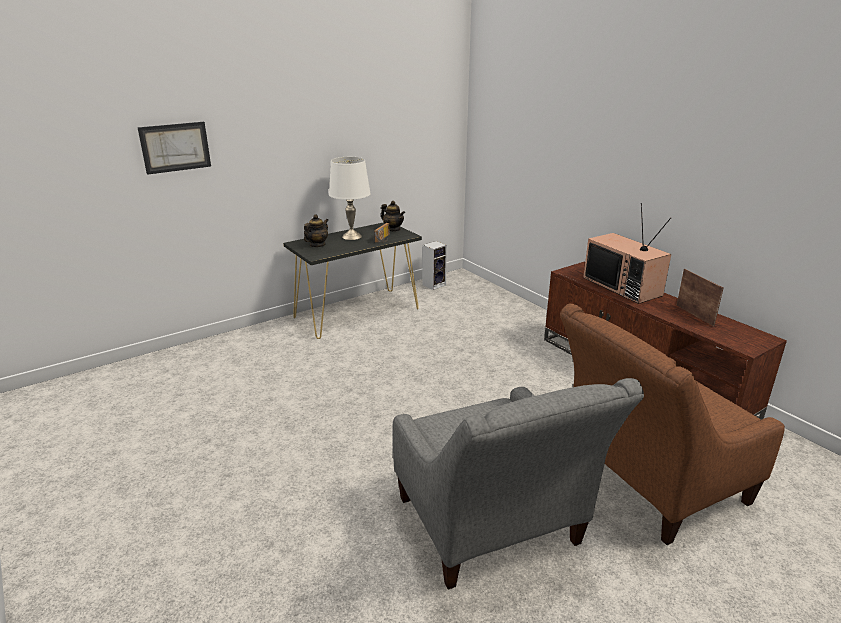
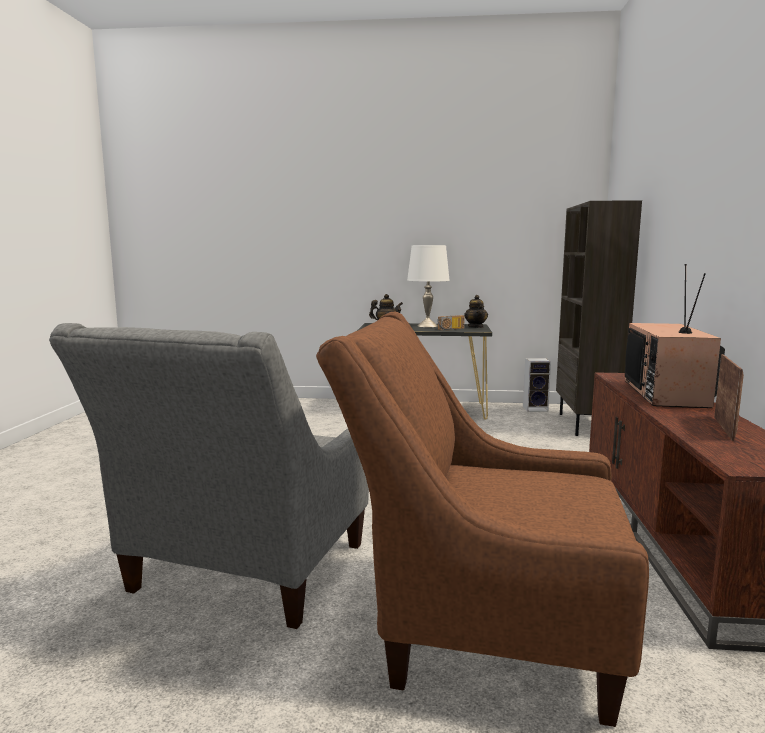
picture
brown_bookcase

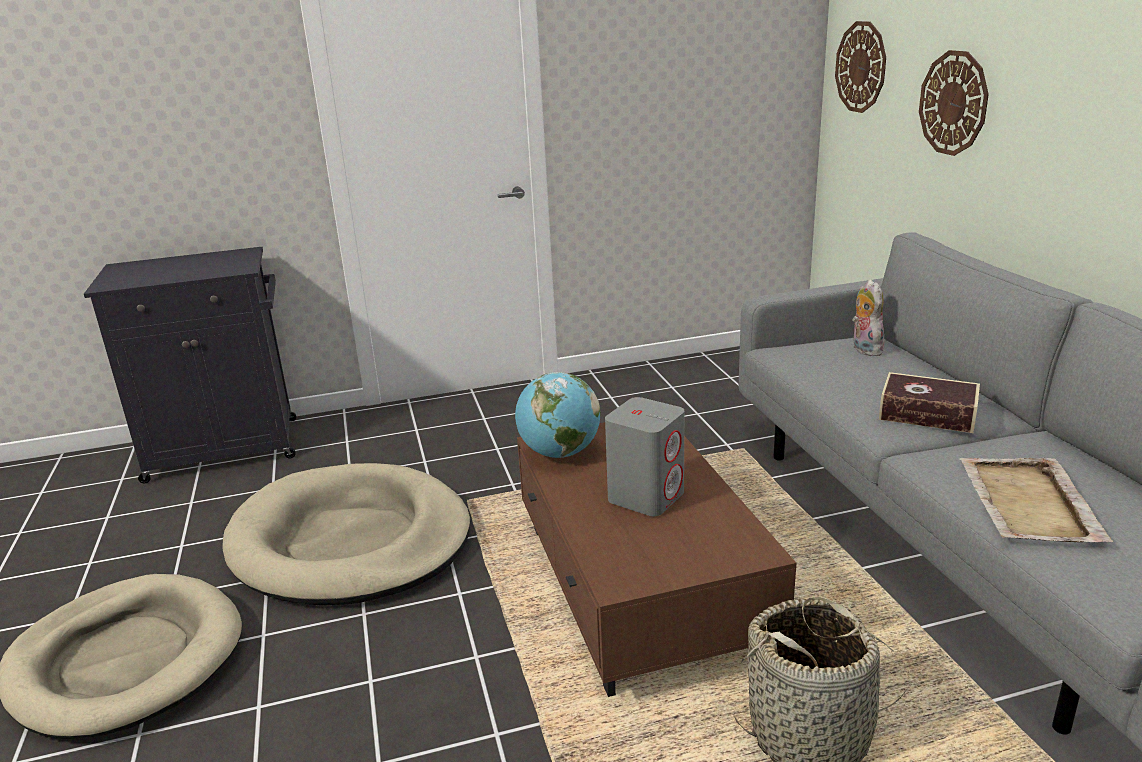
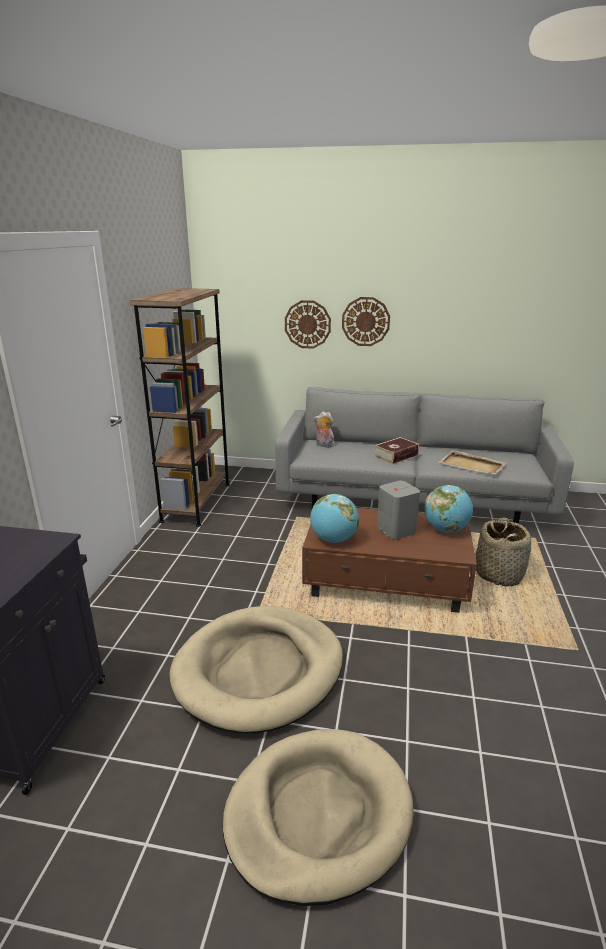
brown_bookcase
globe (2nd from left)
wall_clock (2nd from left)

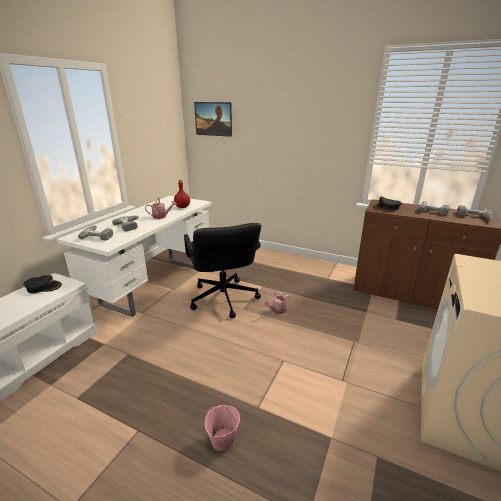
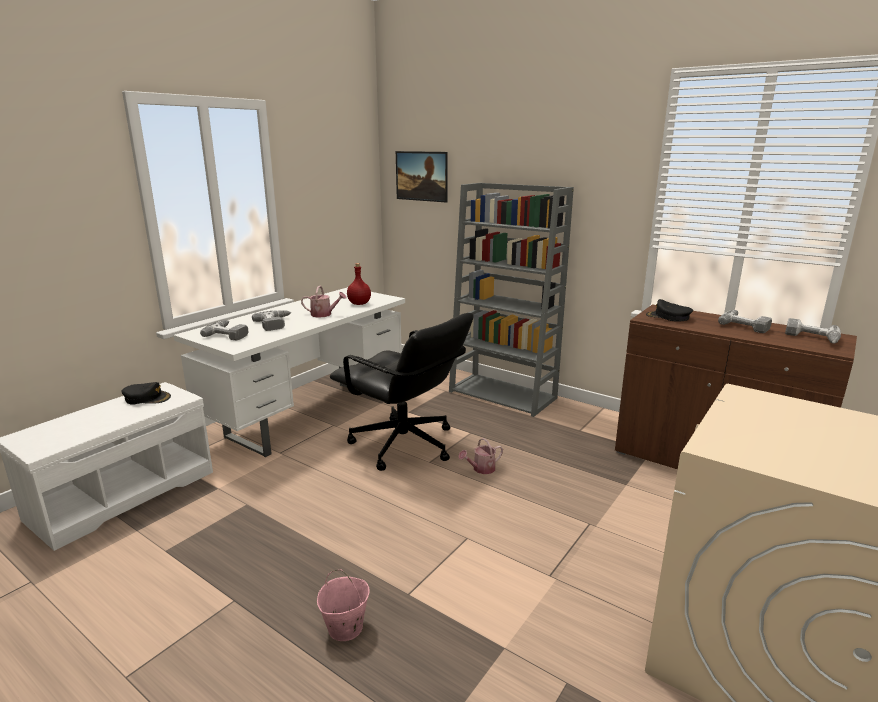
grey_bookcase
black_office_chair

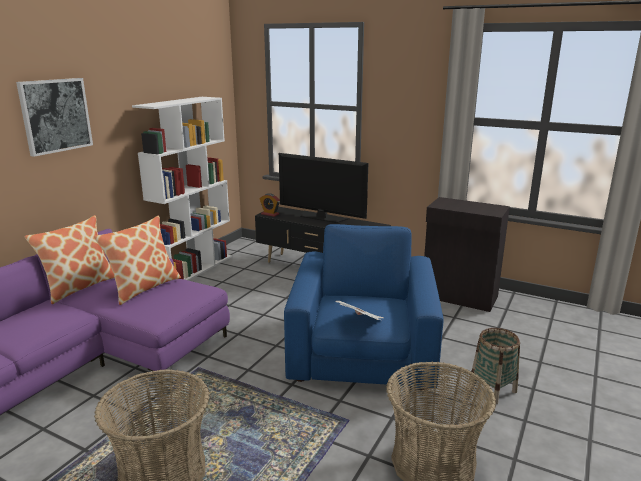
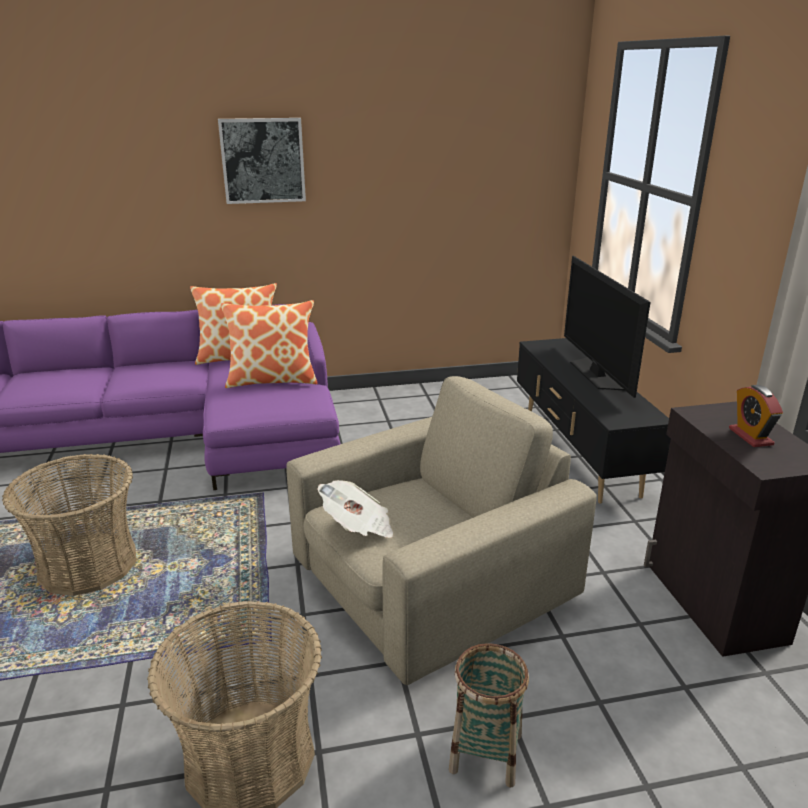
white_bookcase
alarm_clock
beige_armchair

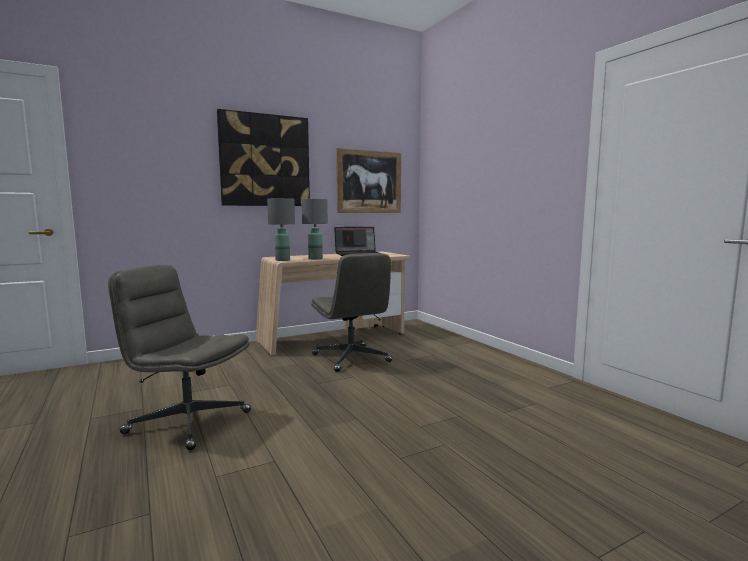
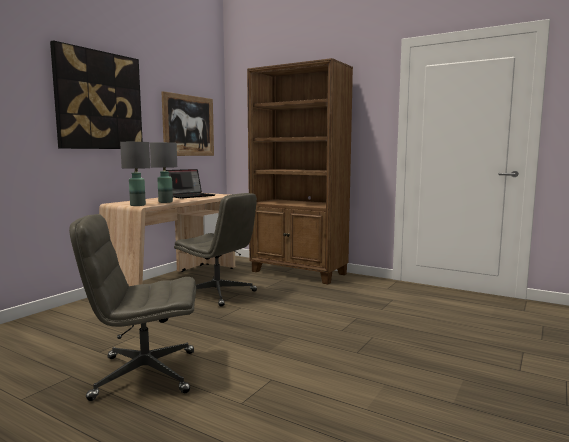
brown_bookcase

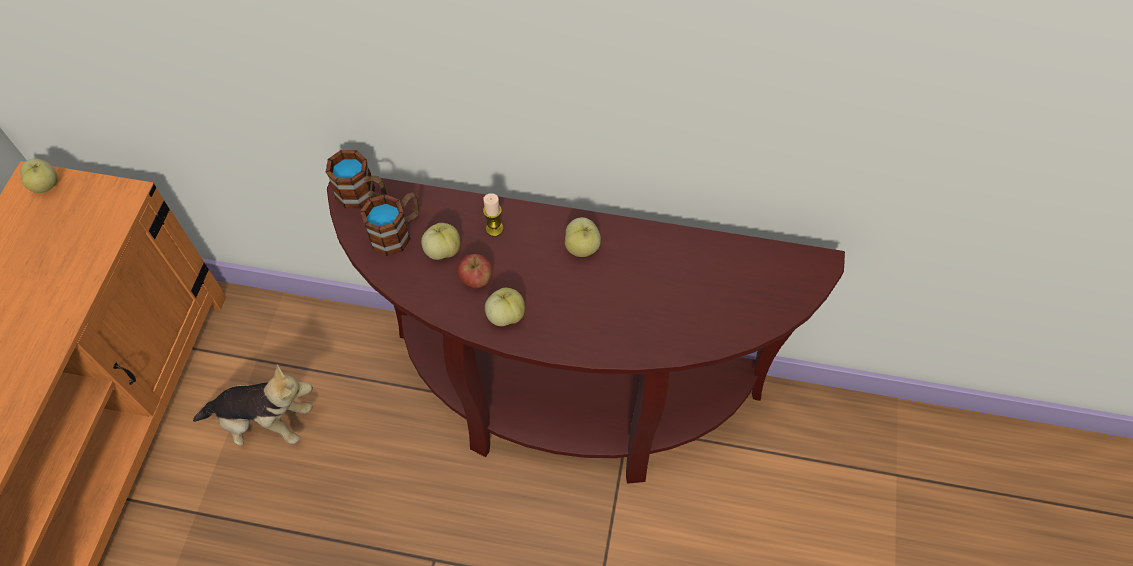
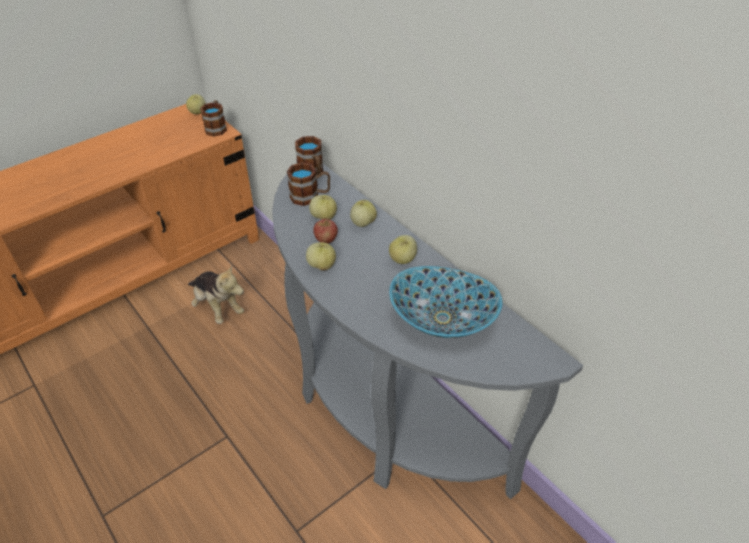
mug (1st from left)
bowl
apple (5th from left)
grey_console_table

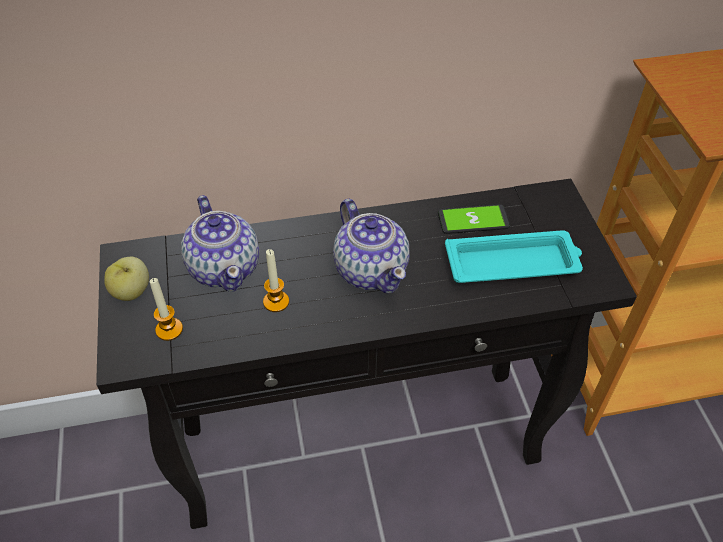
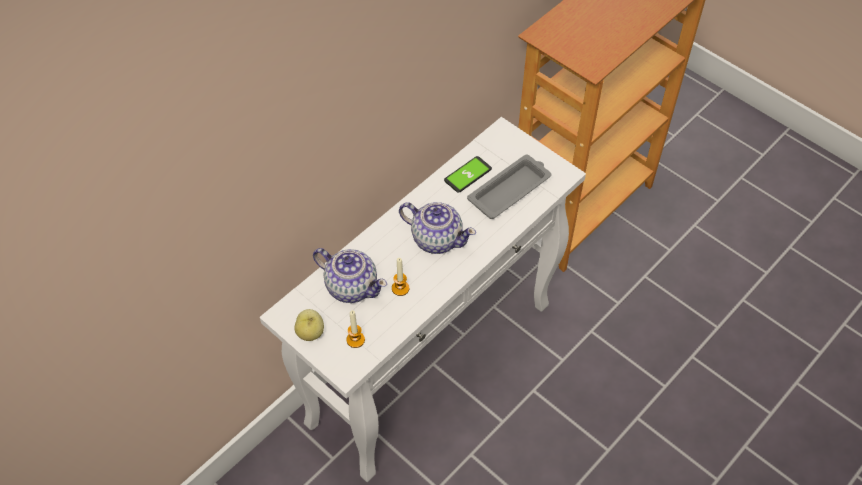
white_console_table
grey_tray

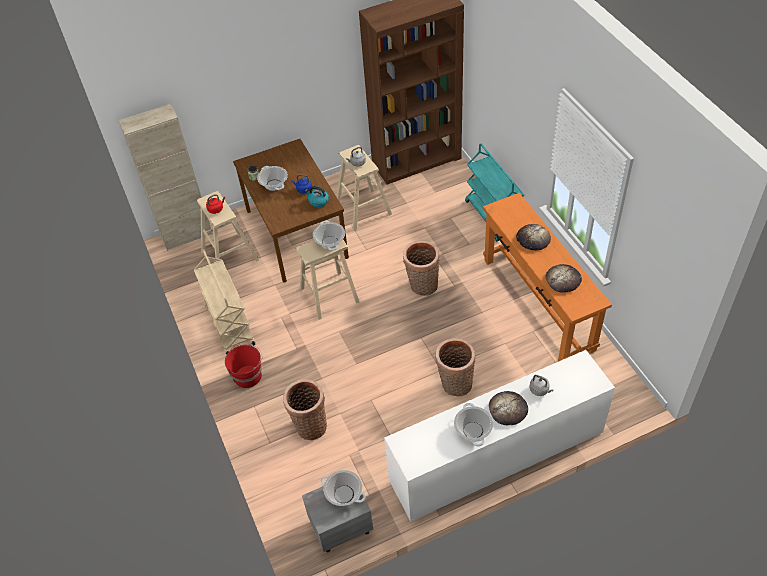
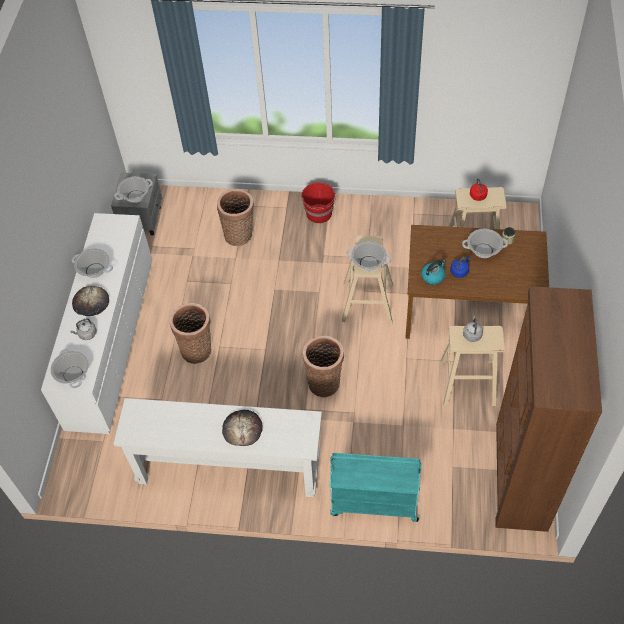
beige_cabinet
beige_cart
bread (3rd from left in the first image)
cooking_pot (1st from left)
white_console_table

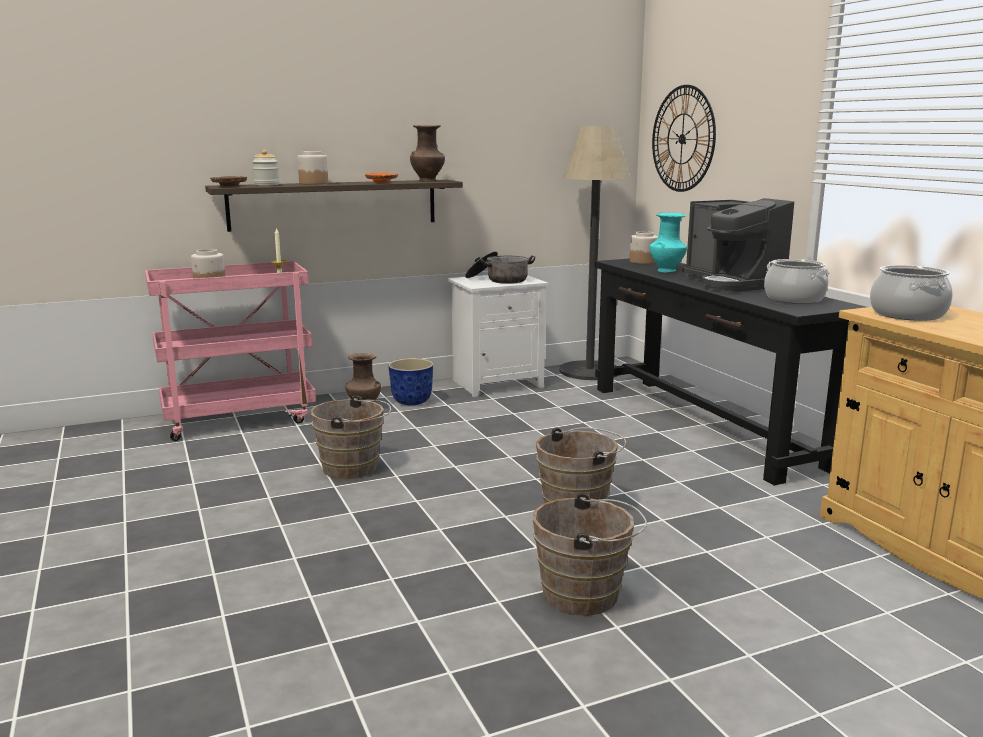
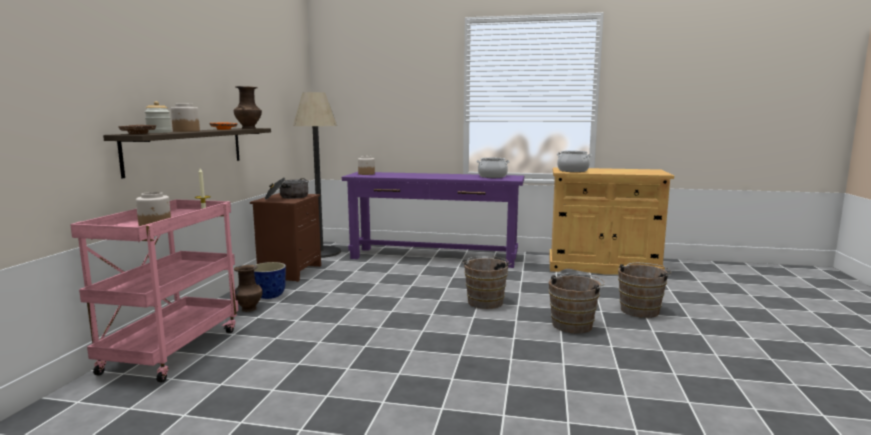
turquoise_vase
wall_clock
coffee_machine
brown_bucket (3rd from left)
brown_nightstand
purple_console_table

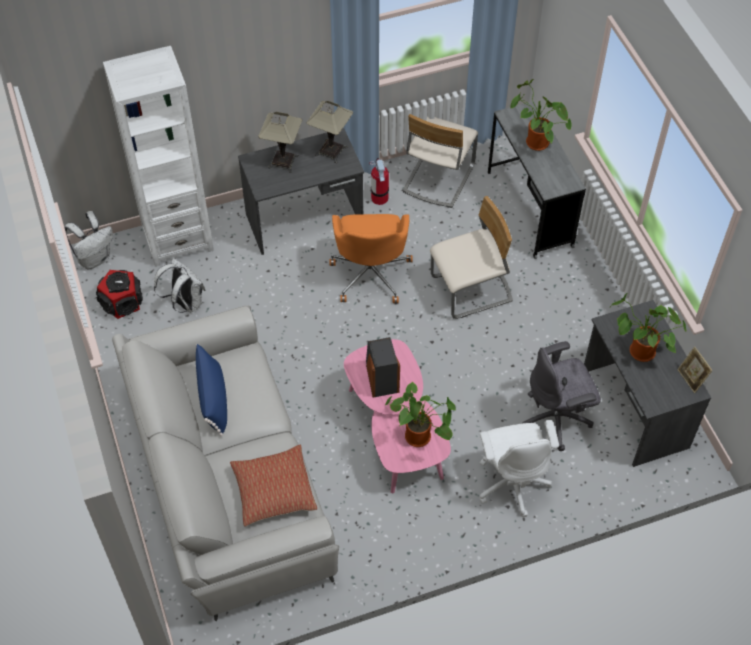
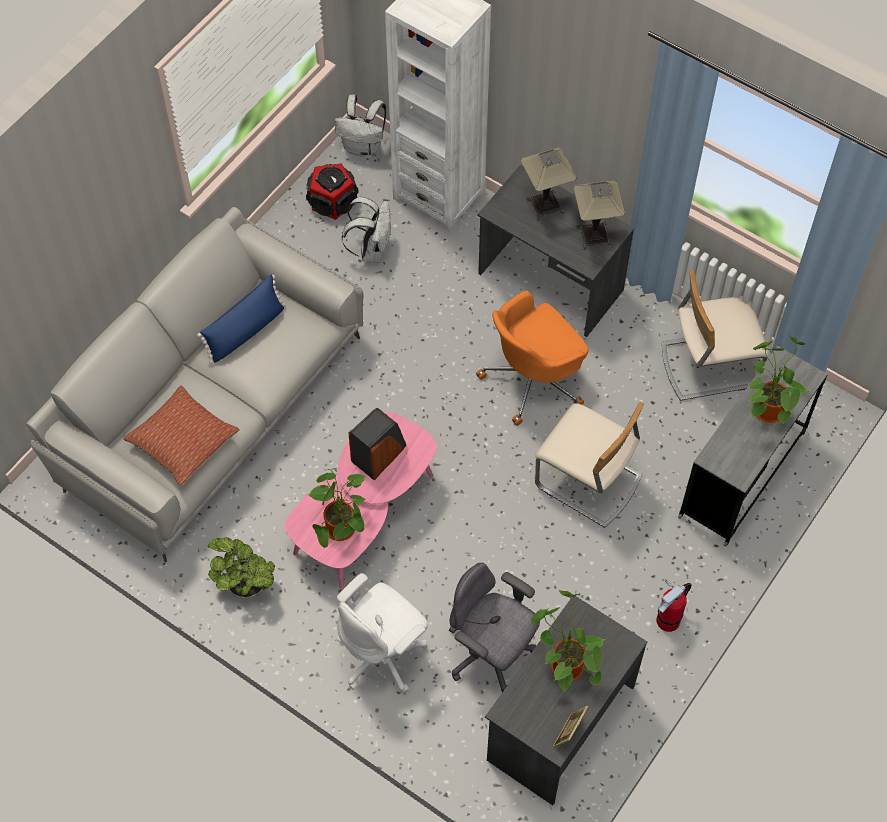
potted_plant (1st from left)
fire_extinguisher

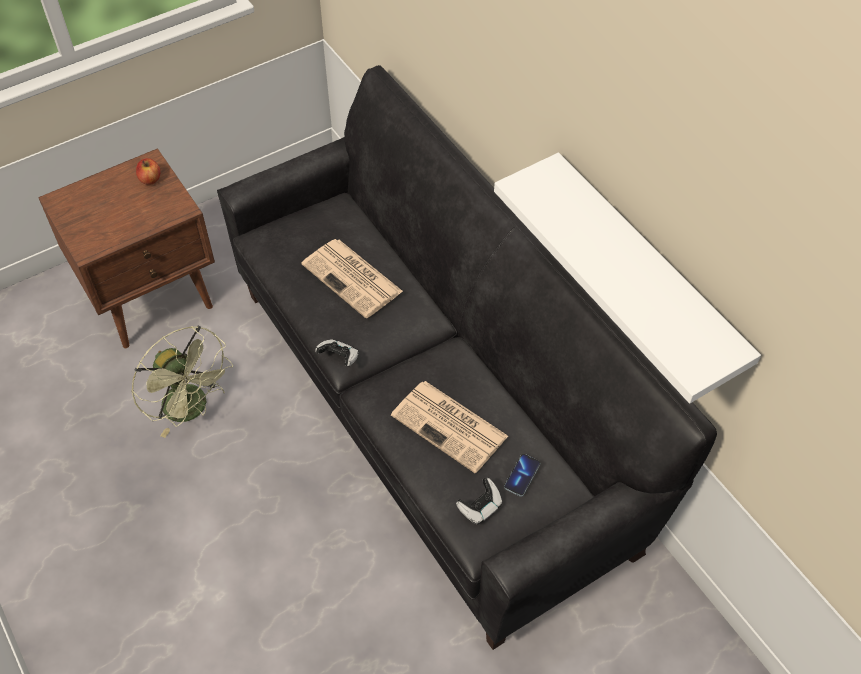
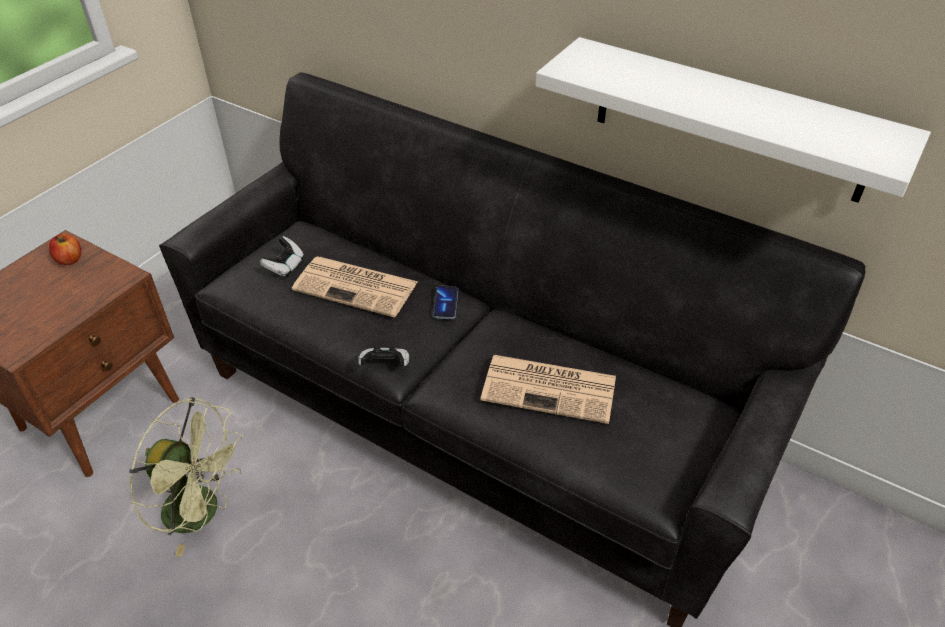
game_controller (1st from left)
phone

